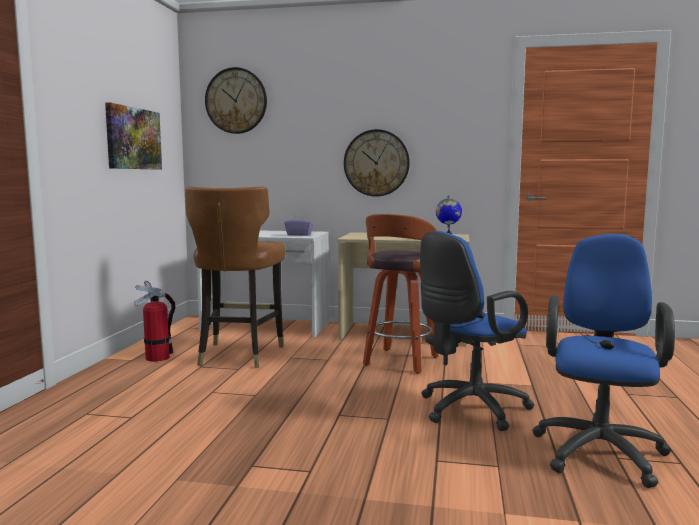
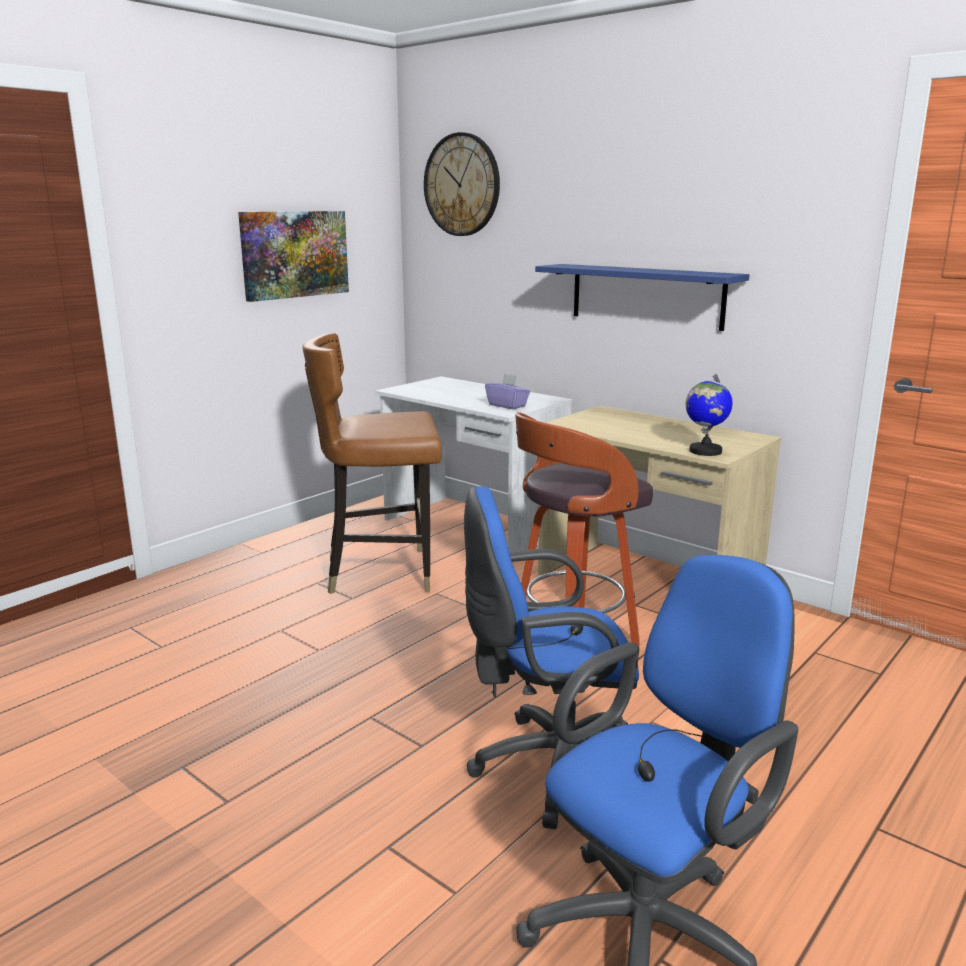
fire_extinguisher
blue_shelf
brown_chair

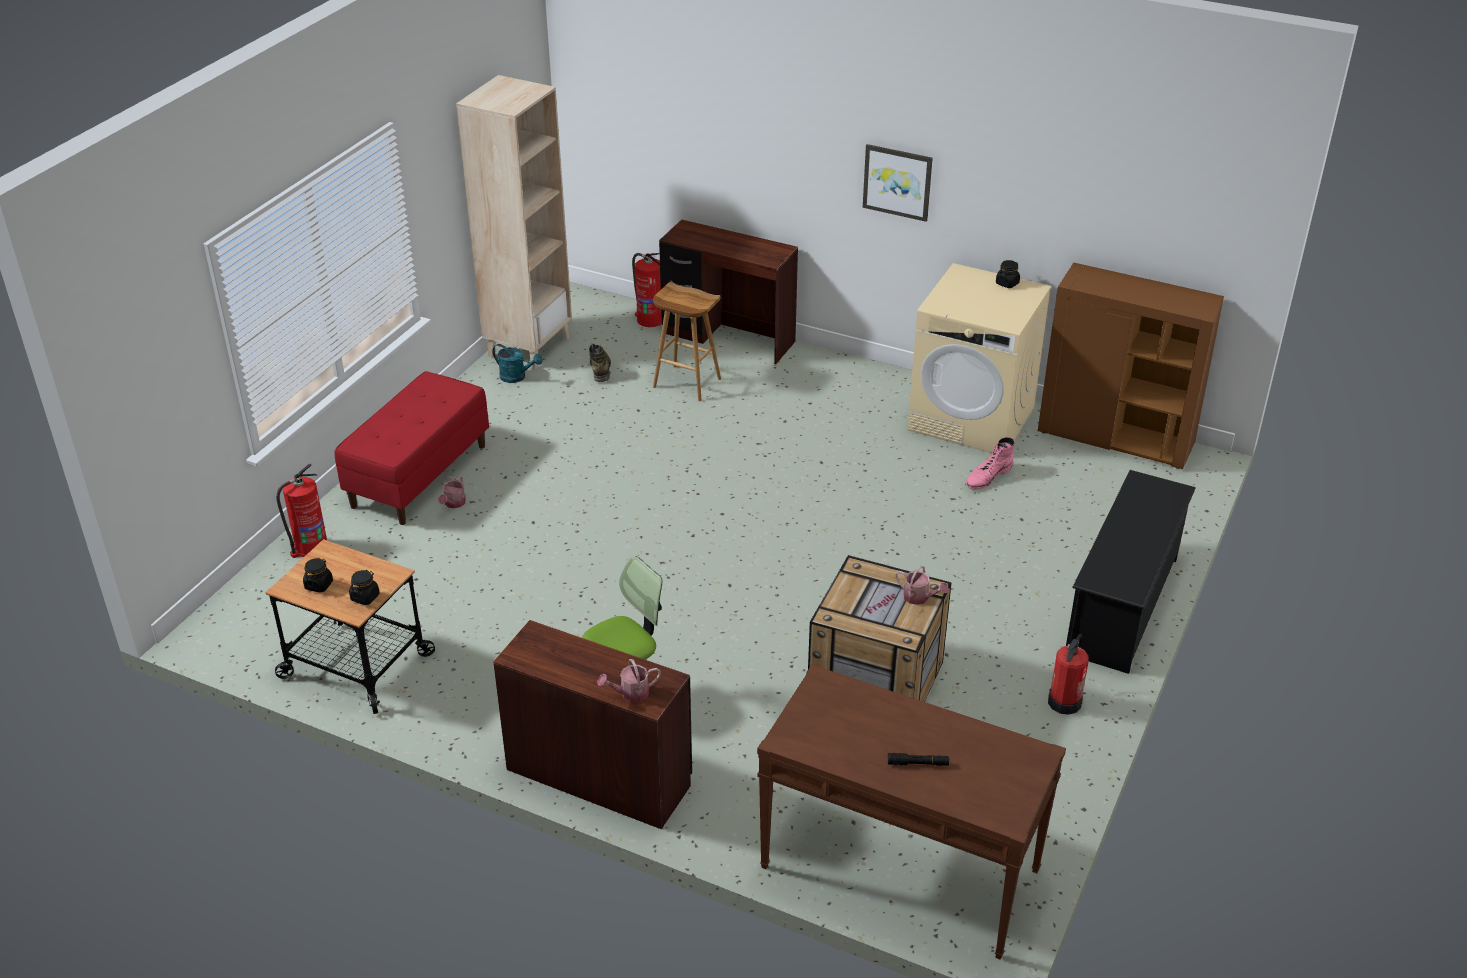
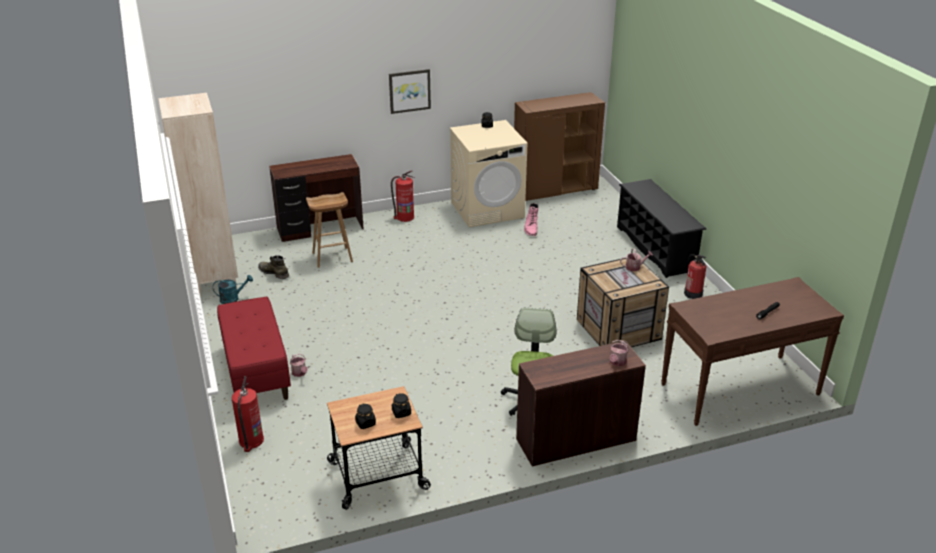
fire_extinguisher (2nd from left)

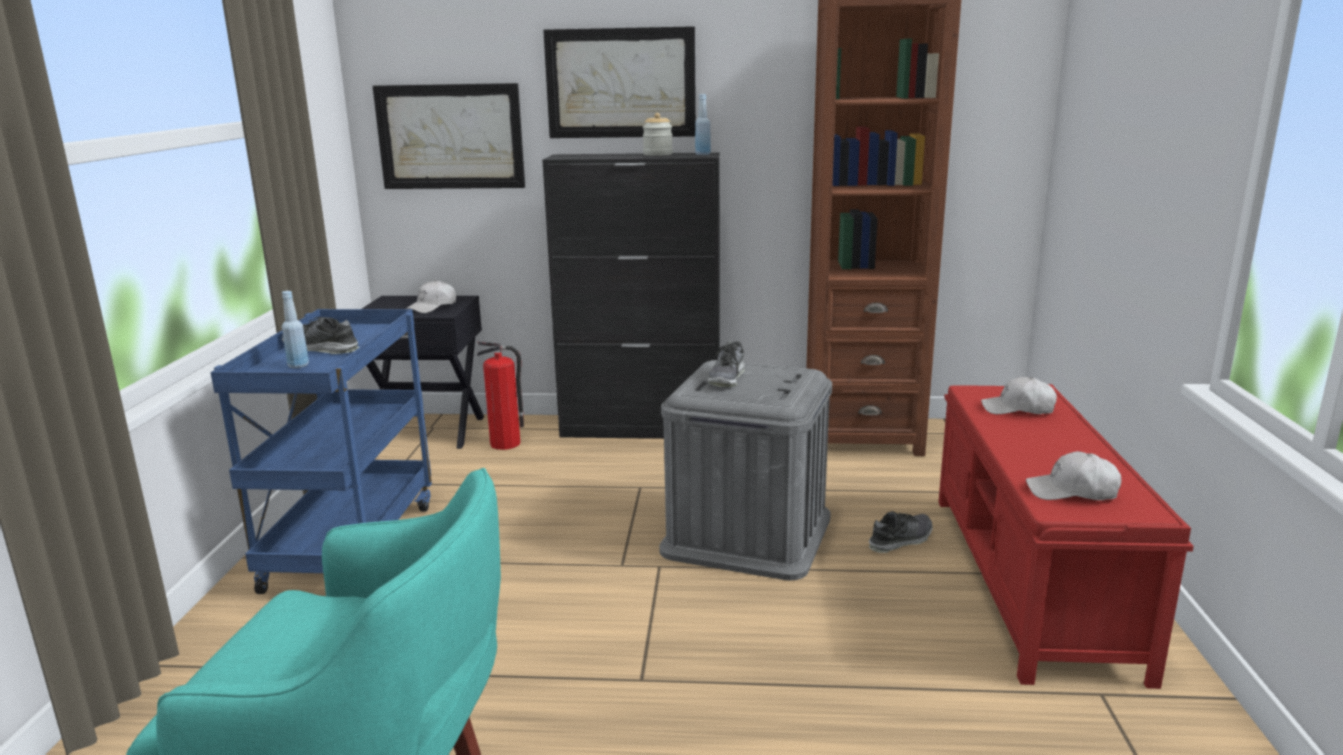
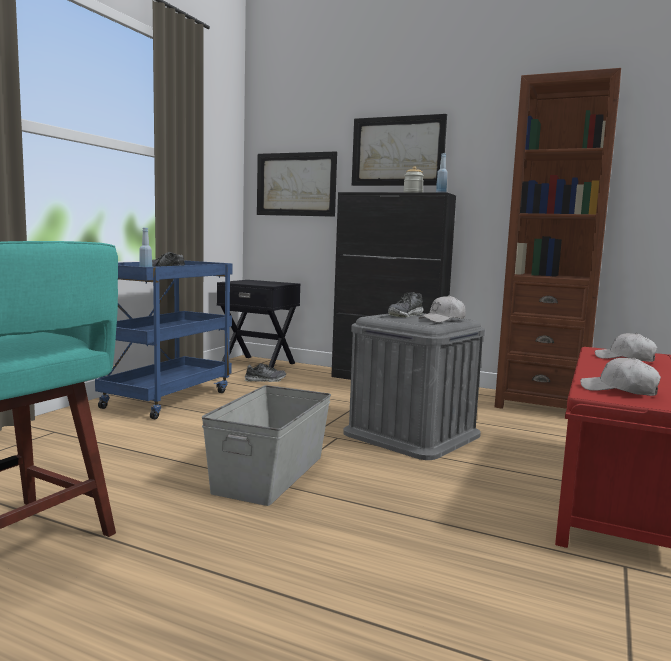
fire_extinguisher
grey_storage_box (1st from left)
white_cap (1st from left)
shoe (2nd from left)

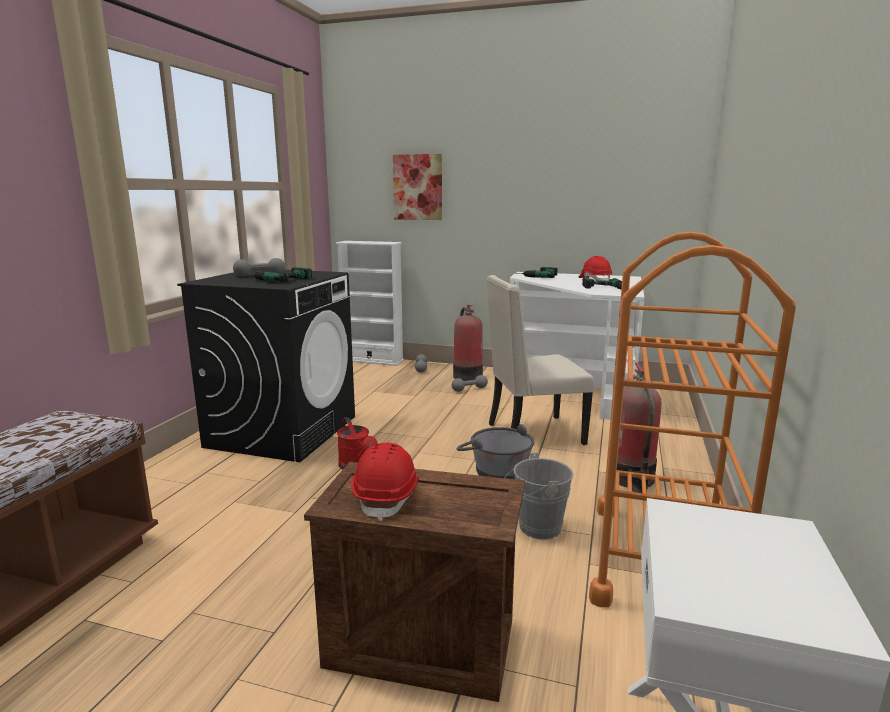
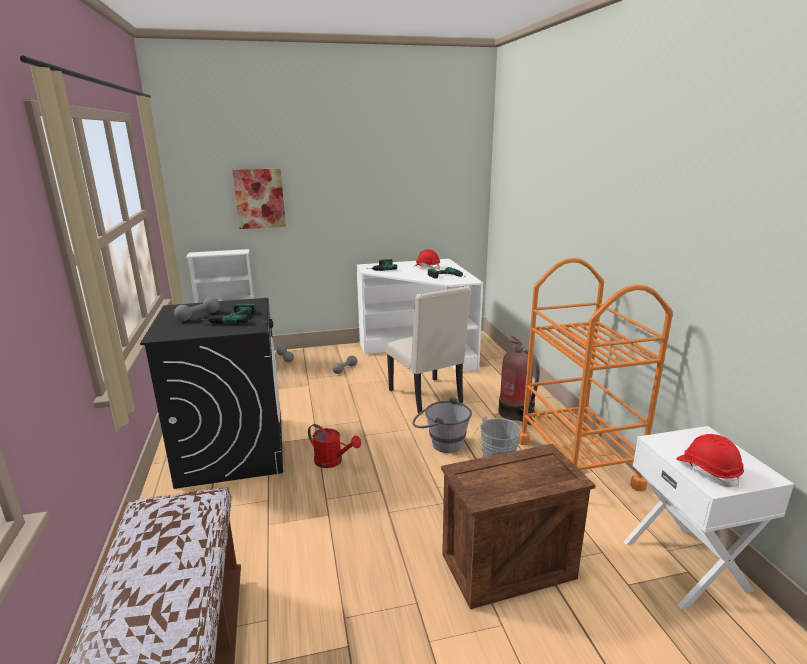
fire_extinguisher (1st from left in the first image)
red_hard_hat (2nd from left)
beige_chair

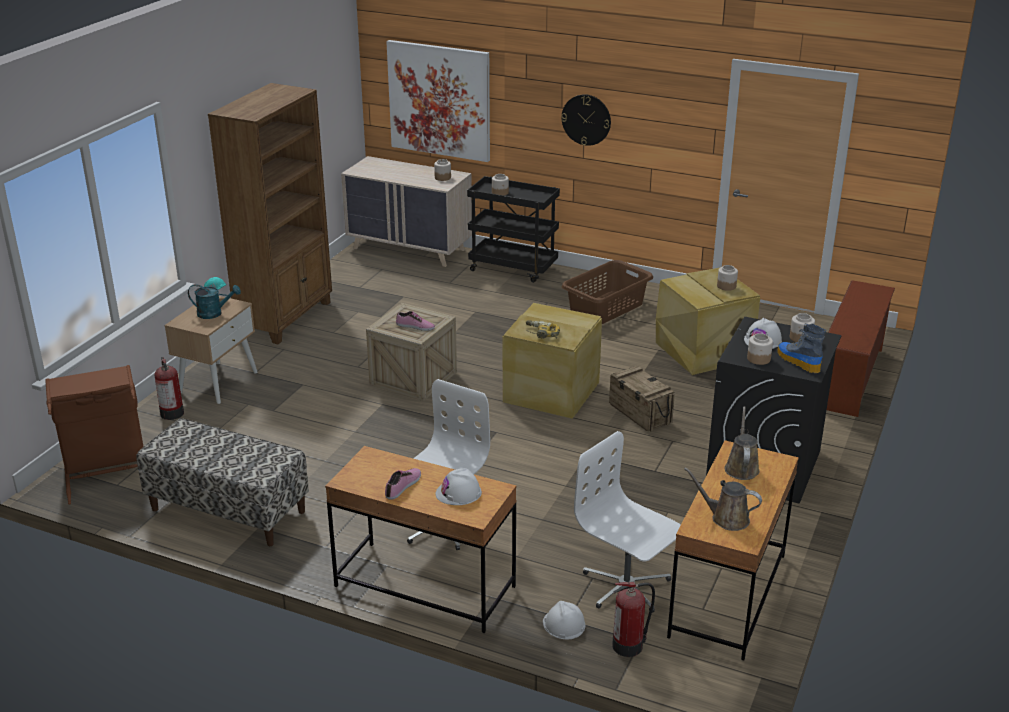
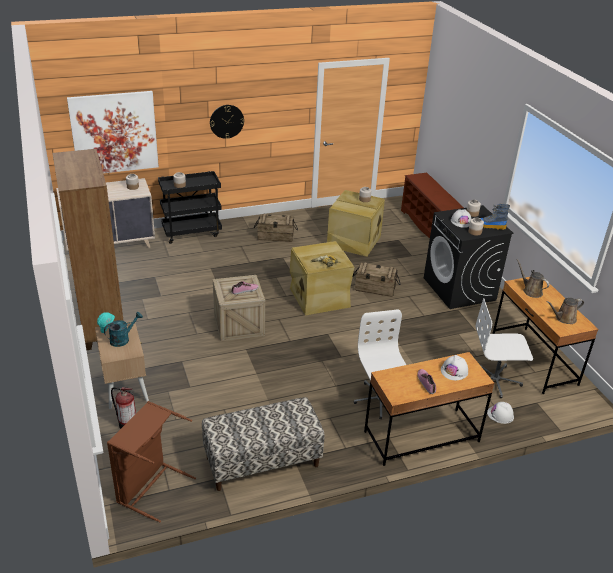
fire_extinguisher (2nd from left in the first image)
crate (2nd from left)

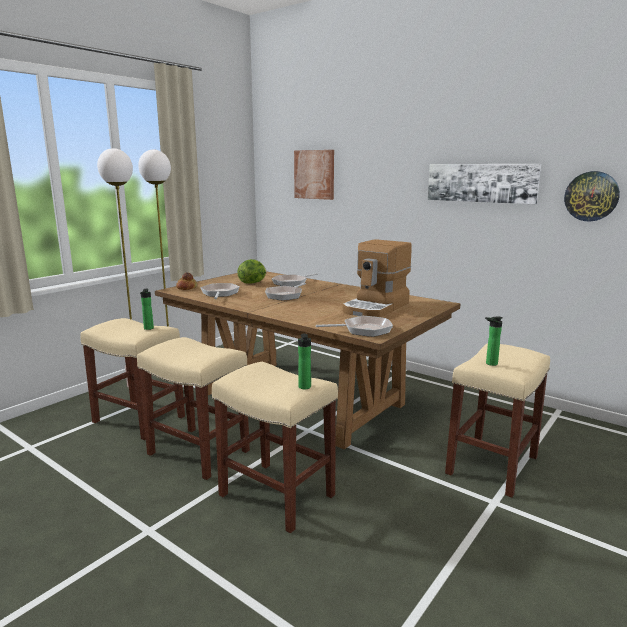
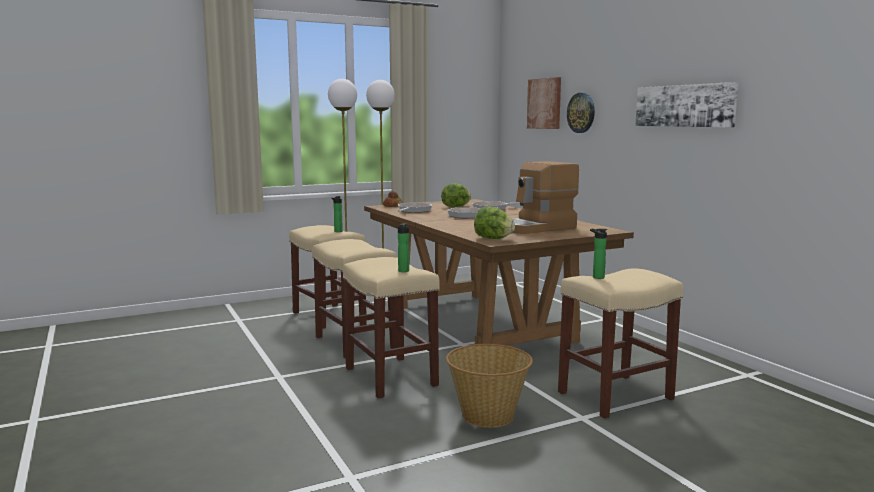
basket
wall_clock
lettuce (2nd from left)

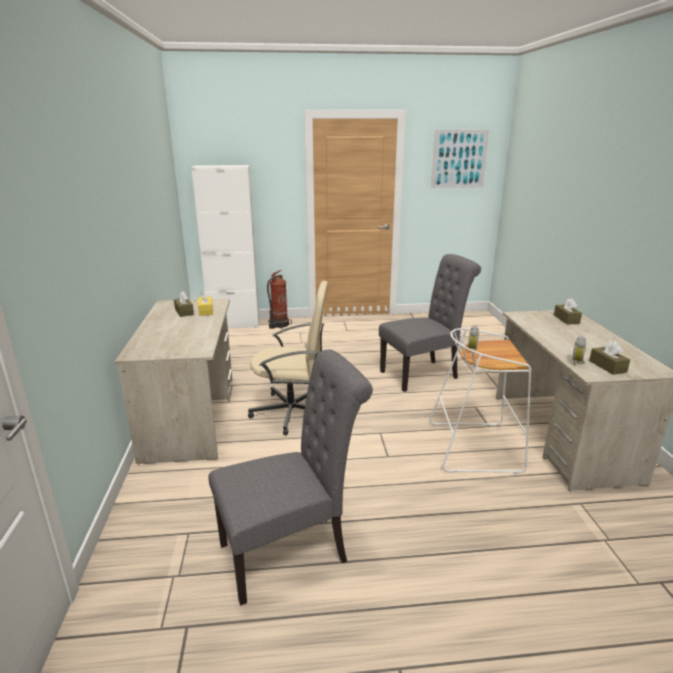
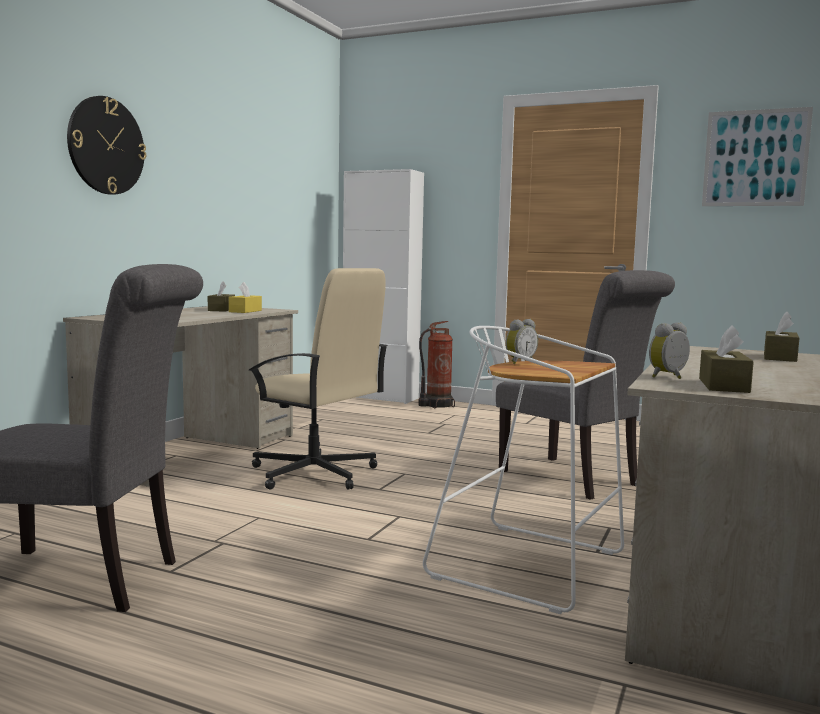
wall_clock
grey_chair (2nd from left)

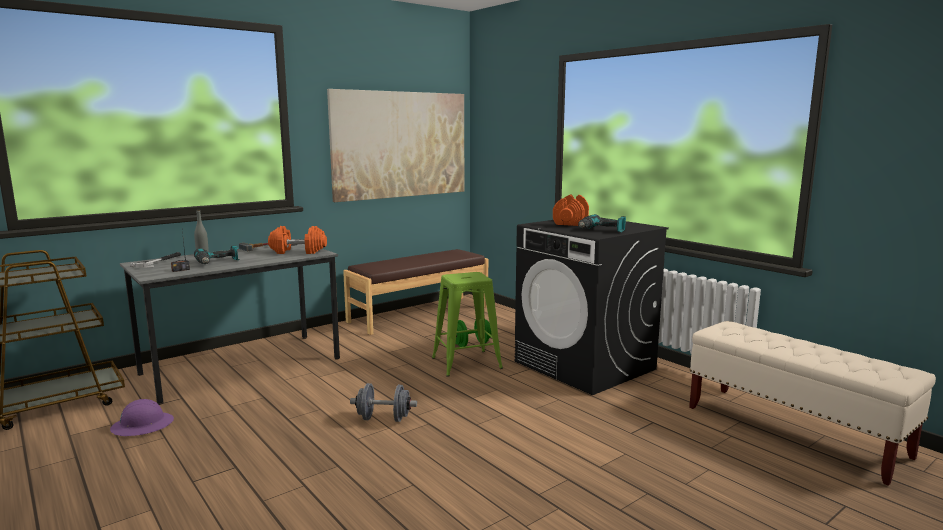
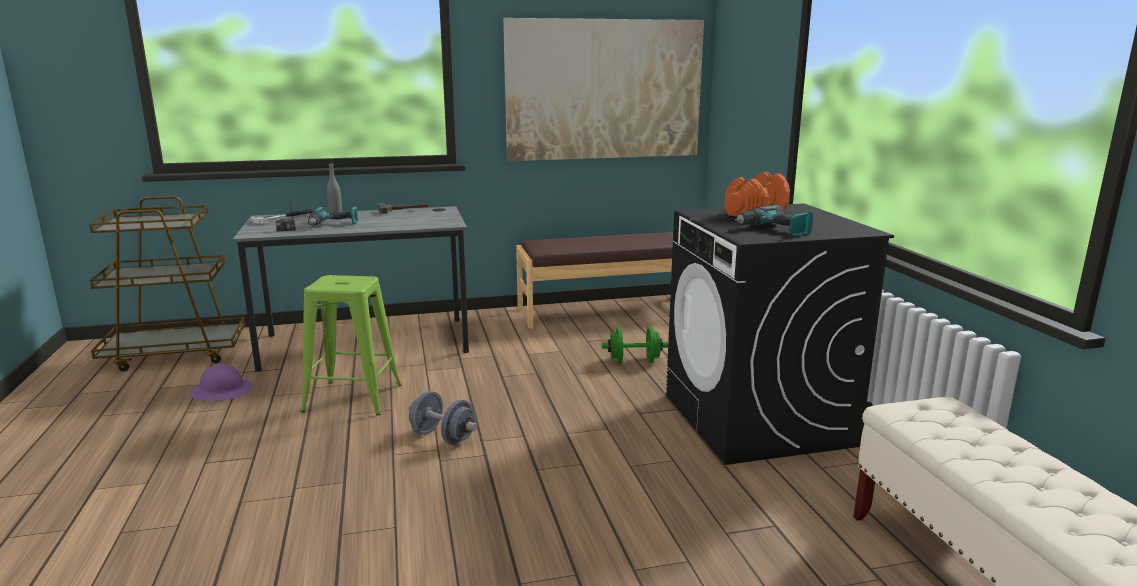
orange_dumbbell (1st from left in the first image)
green_stool

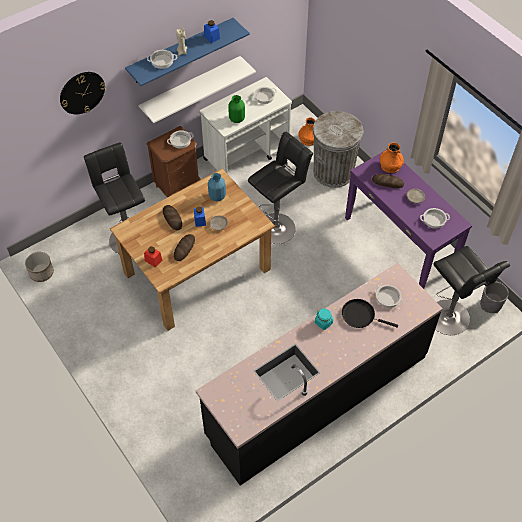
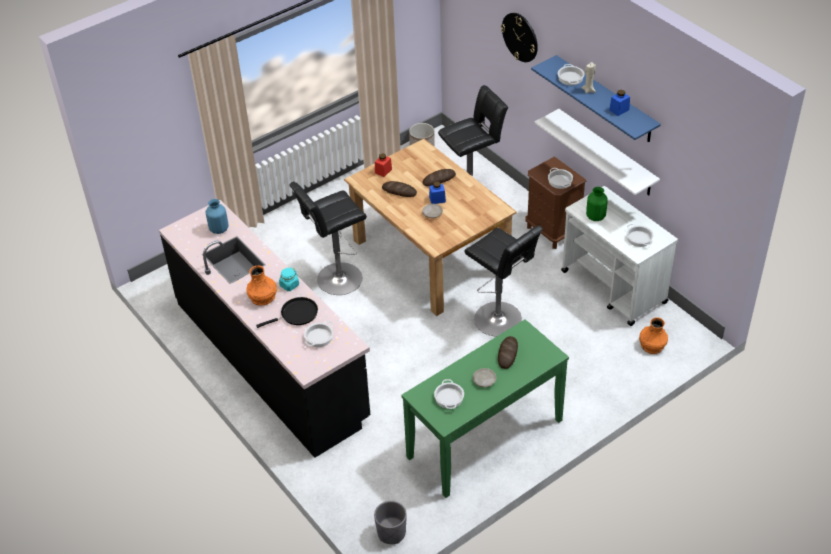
grey_trash_can
blue_vase
orange_vase (1st from left)
black_stool (1st from left)
green_console_table
black_frying_pan

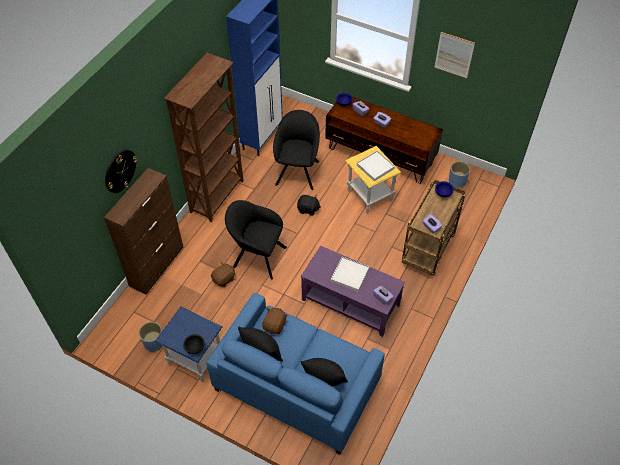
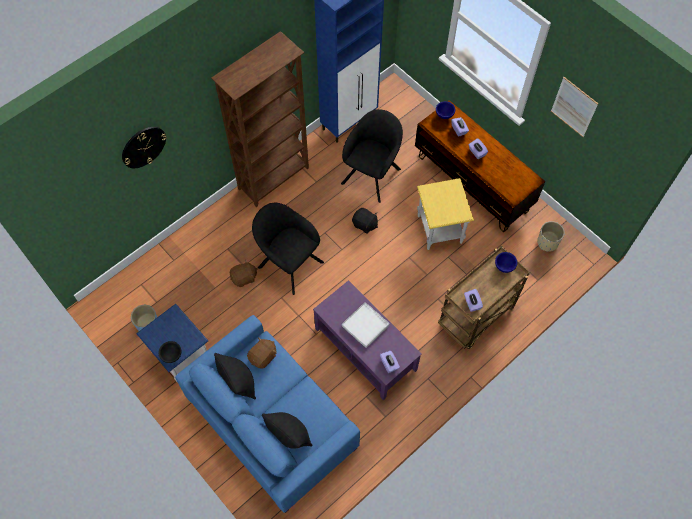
brown_cabinet
white_tray (2nd from left in the first image)
beige_planter

